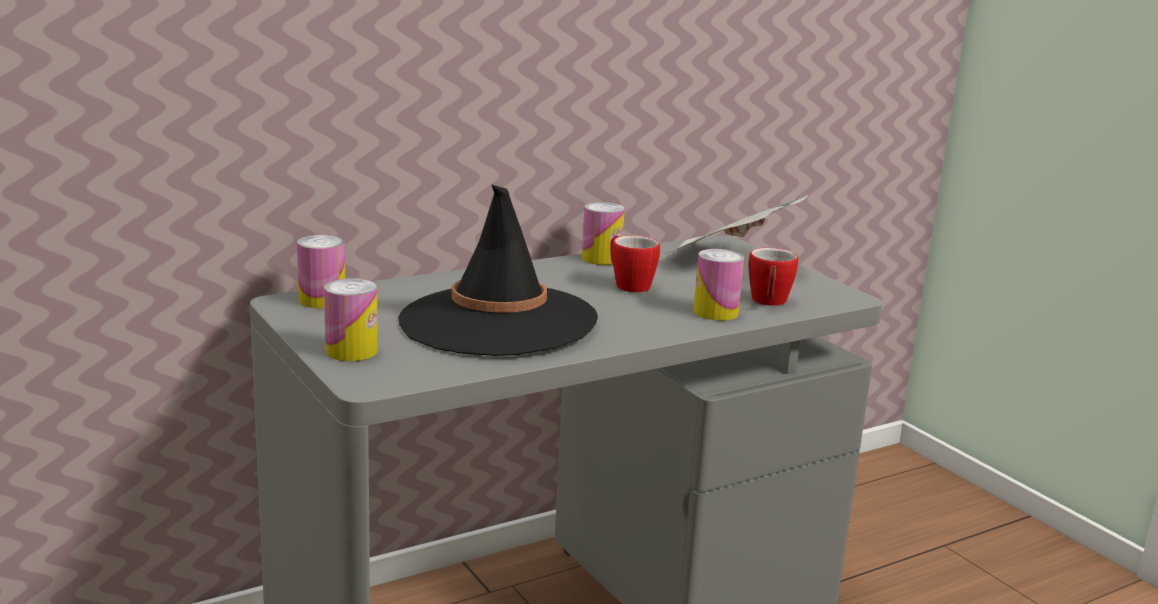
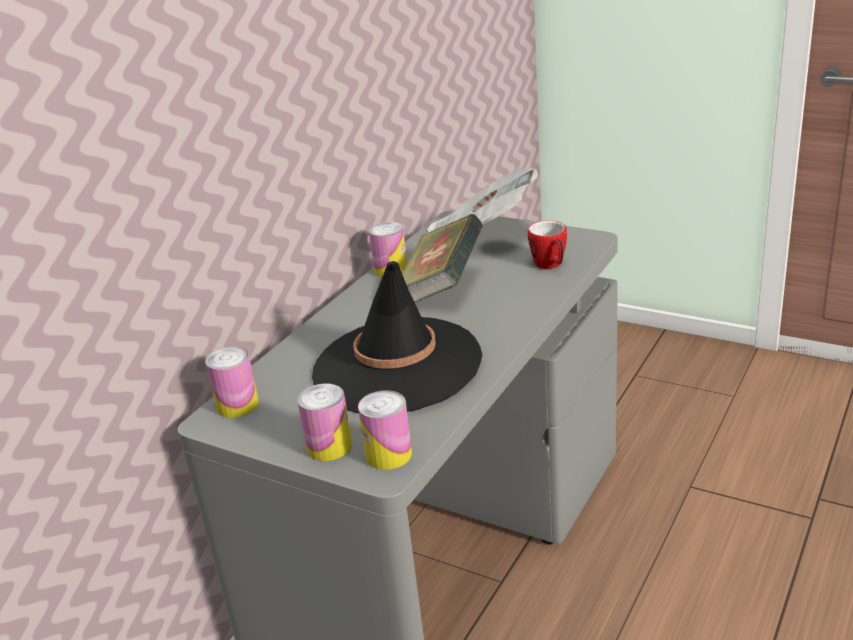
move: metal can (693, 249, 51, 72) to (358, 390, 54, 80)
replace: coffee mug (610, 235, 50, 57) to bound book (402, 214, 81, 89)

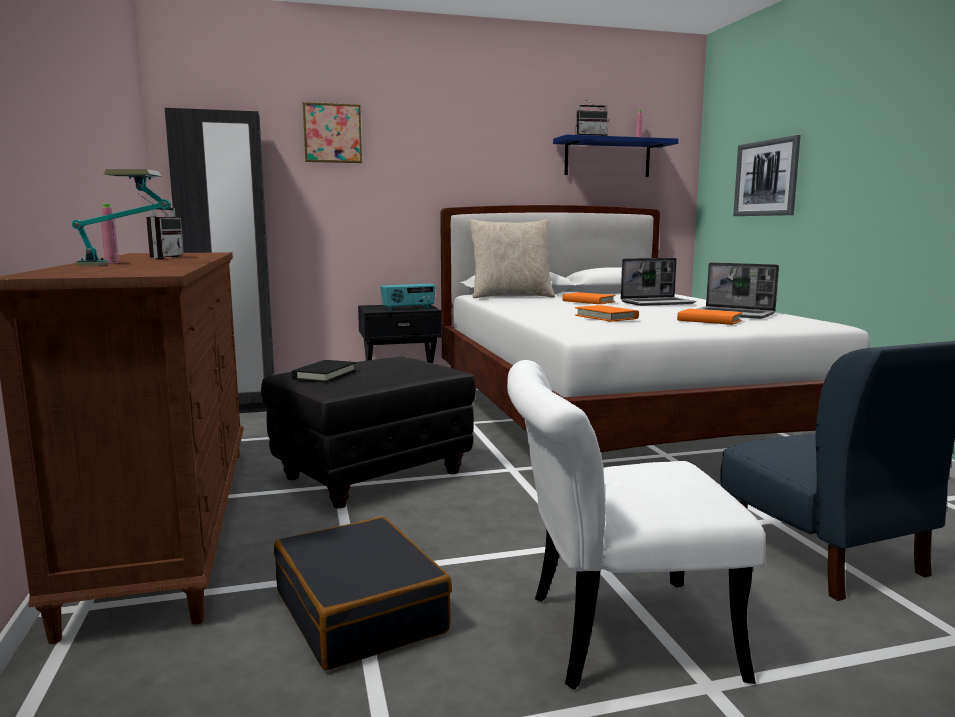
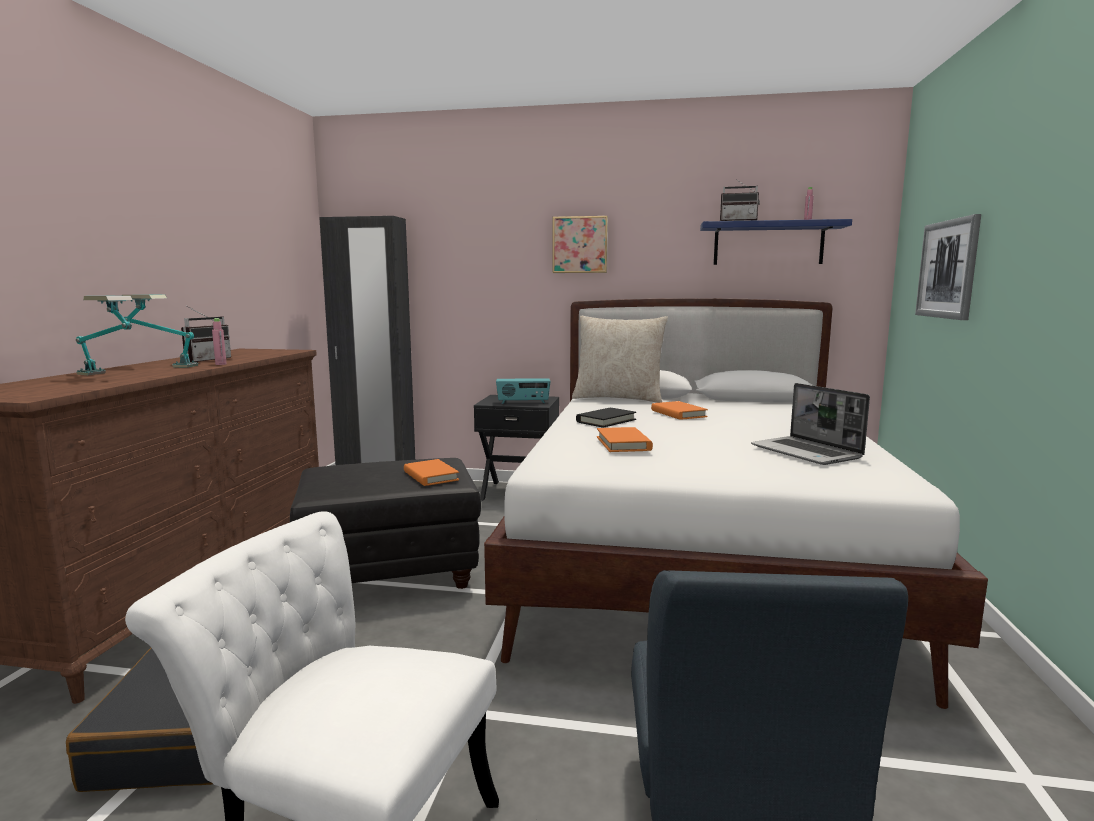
delete: notebook computer (621, 258, 75, 48)
insert: tabletop lamp (122, 295, 76, 73)
move: pinkish bottle (101, 204, 18, 59) to (212, 318, 15, 47); blackish bound book (291, 360, 66, 22) to (576, 408, 60, 20); wall picture (303, 102, 59, 61) to (552, 216, 56, 57); orange bound book (677, 309, 65, 16) to (404, 459, 55, 27)

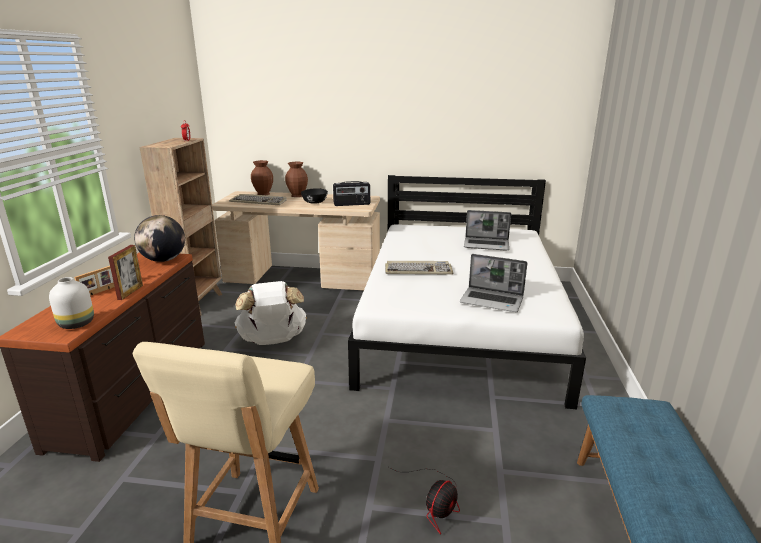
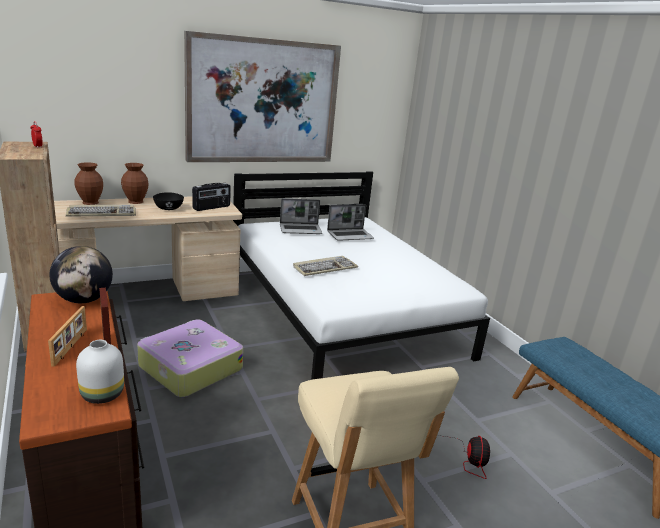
insert: wall picture (184, 31, 157, 131)
move: notebook computer (460, 254, 67, 58) to (280, 198, 42, 36)
replace: white knapsack (235, 281, 72, 64) to suitcase (137, 319, 106, 78)

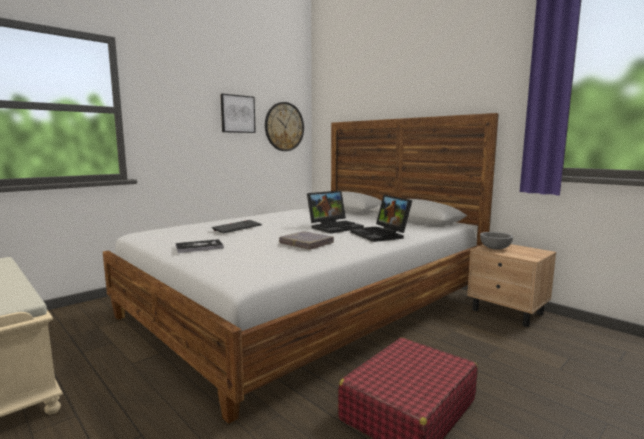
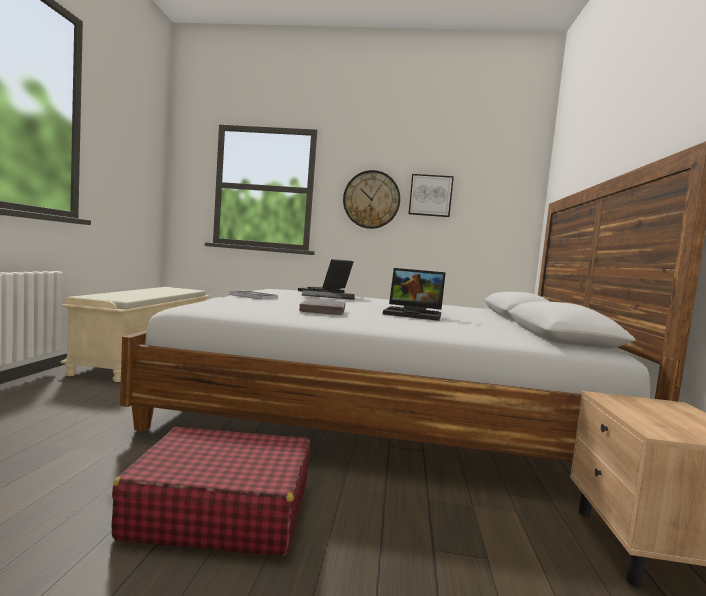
delete: greyish serving bowl (480, 232, 33, 18)
move: wall clock (265, 102, 39, 49) to (343, 170, 57, 59); notebook computer (351, 195, 61, 47) to (298, 259, 55, 34)

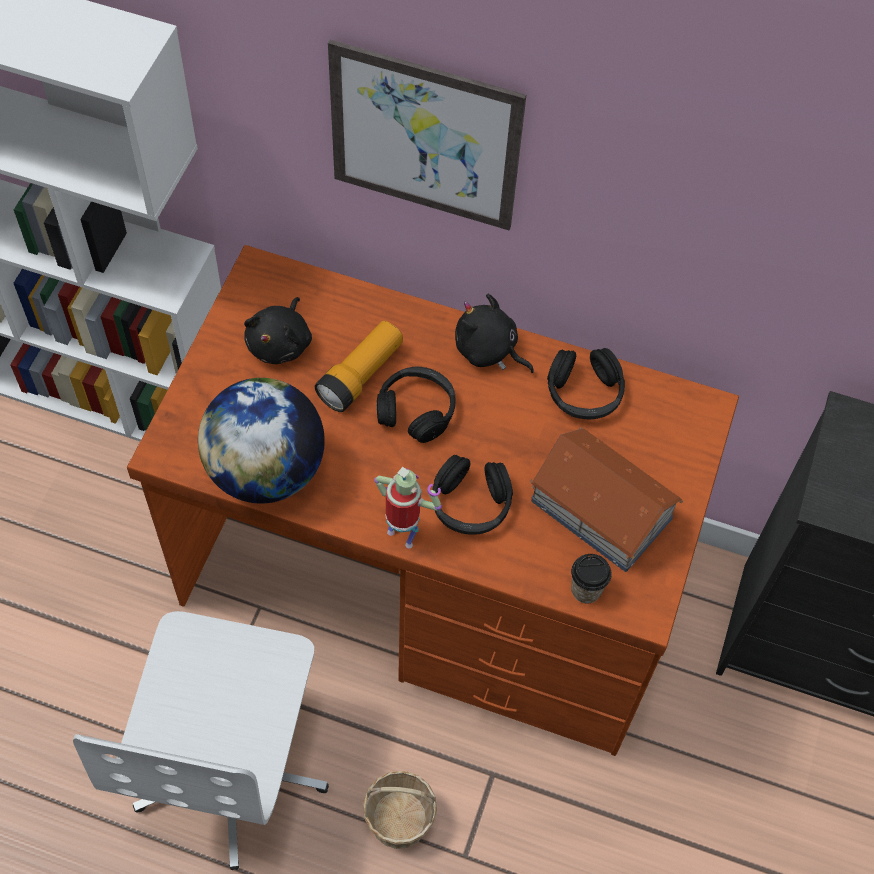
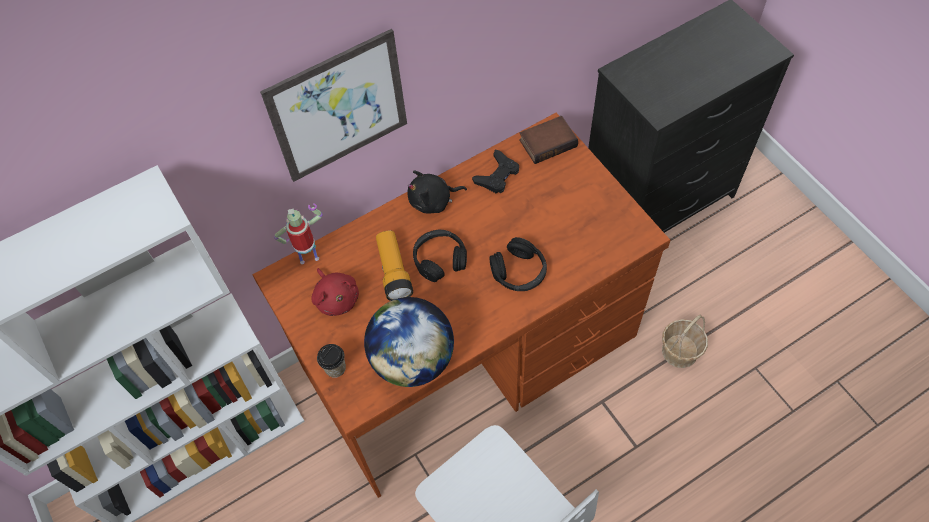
delete: miniature house (529, 427, 154, 145)
insert: bound book (519, 116, 59, 48)
move: basket (363, 771, 74, 78) to (662, 314, 46, 54); toy robot (374, 467, 68, 82) to (274, 204, 49, 60); small cup (571, 554, 41, 49) to (317, 344, 29, 34)
replace: blackish pair of headphones (547, 348, 78, 71) to blackish gamepad (472, 149, 47, 44)
recolor: blackish cuddly toy (244, 297, 68, 67) to red-coloured cuddly toy (311, 268, 48, 48)

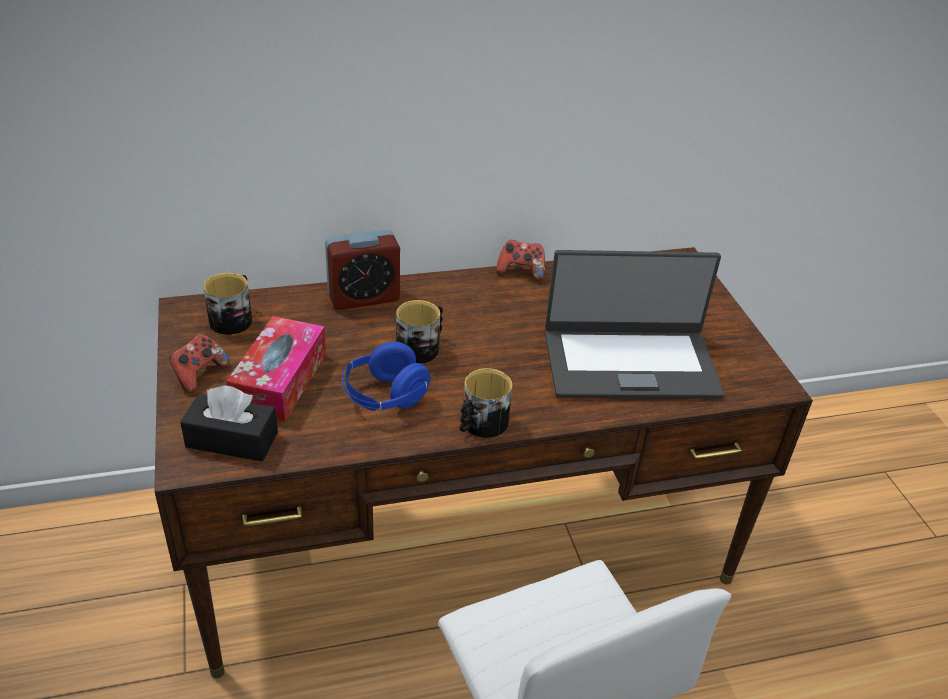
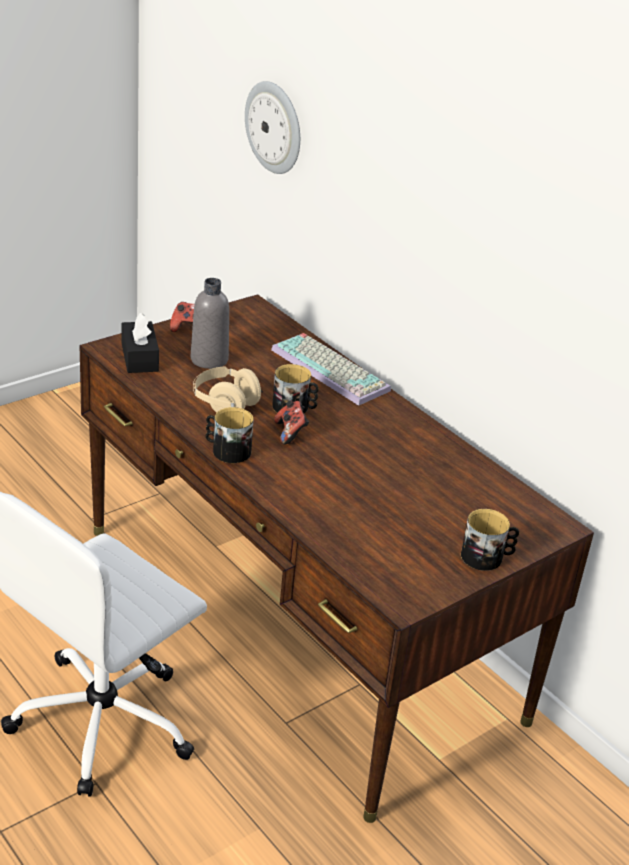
delete: notebook computer (545, 250, 180, 149)
insert: wall clock (245, 81, 55, 93)
move: coffee mug (203, 273, 49, 62) to (461, 509, 58, 62); gamepad (496, 240, 49, 41) to (274, 401, 35, 44)
replace: tissue holder (226, 316, 100, 106) to greyish bottle (191, 278, 38, 91); table clock (325, 229, 75, 81) to computer keyboard (271, 333, 120, 73)
recolor: blue pair of headphones (342, 342, 88, 69) to beige-coloured pair of headphones (193, 366, 70, 47)

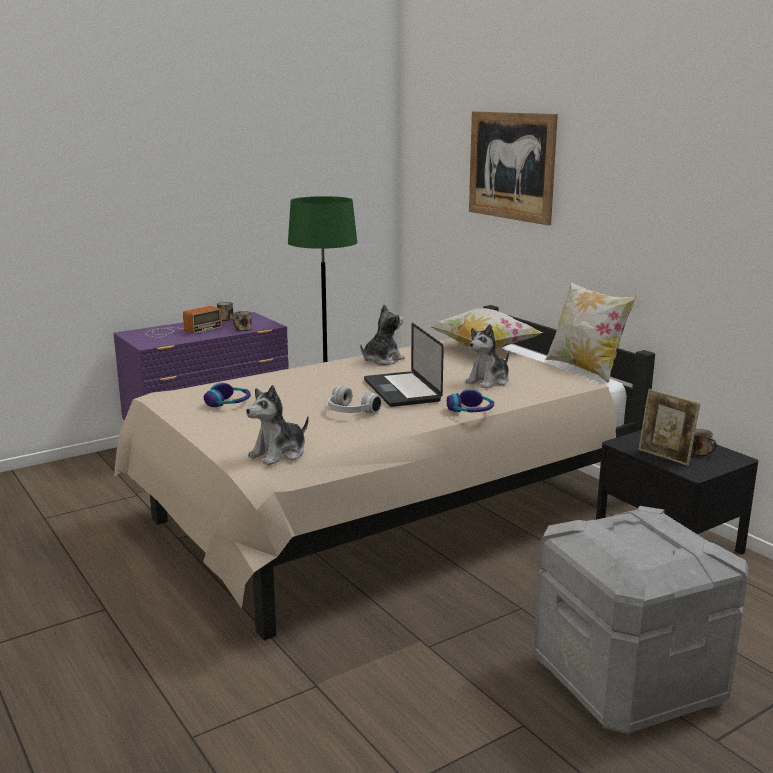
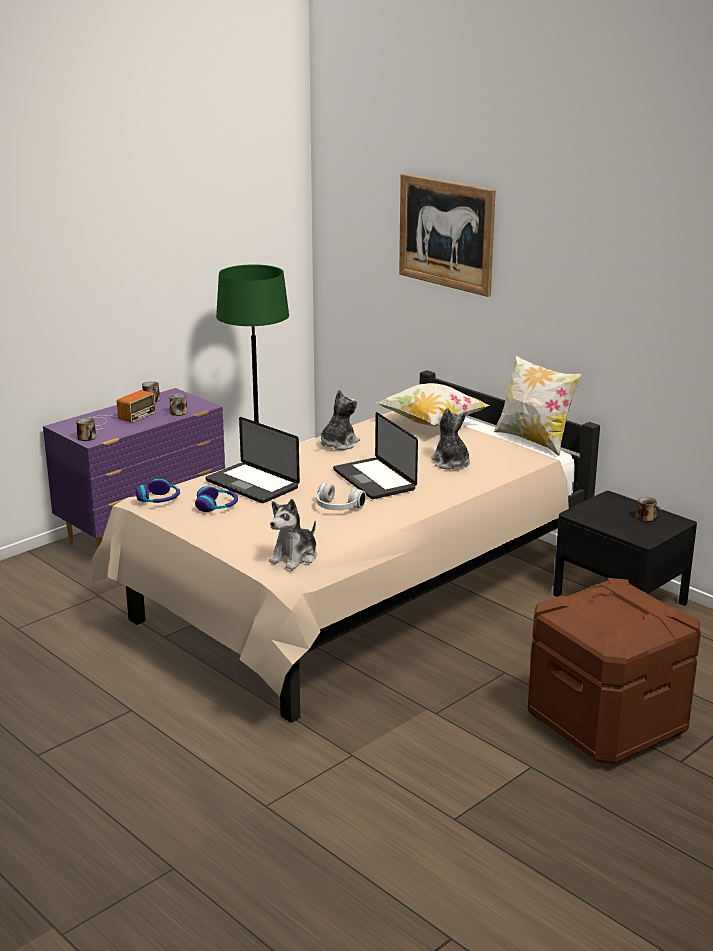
delete: standing frame (639, 389, 61, 77)
insert: coffee mug (76, 418, 20, 23); notebook computer (206, 417, 94, 86)
move: pair of headphones (447, 389, 47, 23) to (136, 478, 44, 25)
recolor: greyish storage box (533, 506, 215, 229) to brownish storage box (528, 578, 173, 186)
rotate: cuddly toy (465, 324, 44, 65) = (430, 408, 40, 62) 120 degrees clockwise

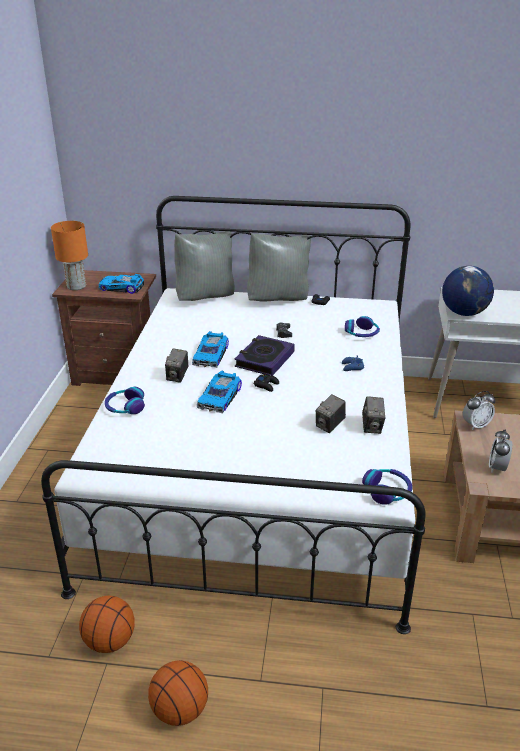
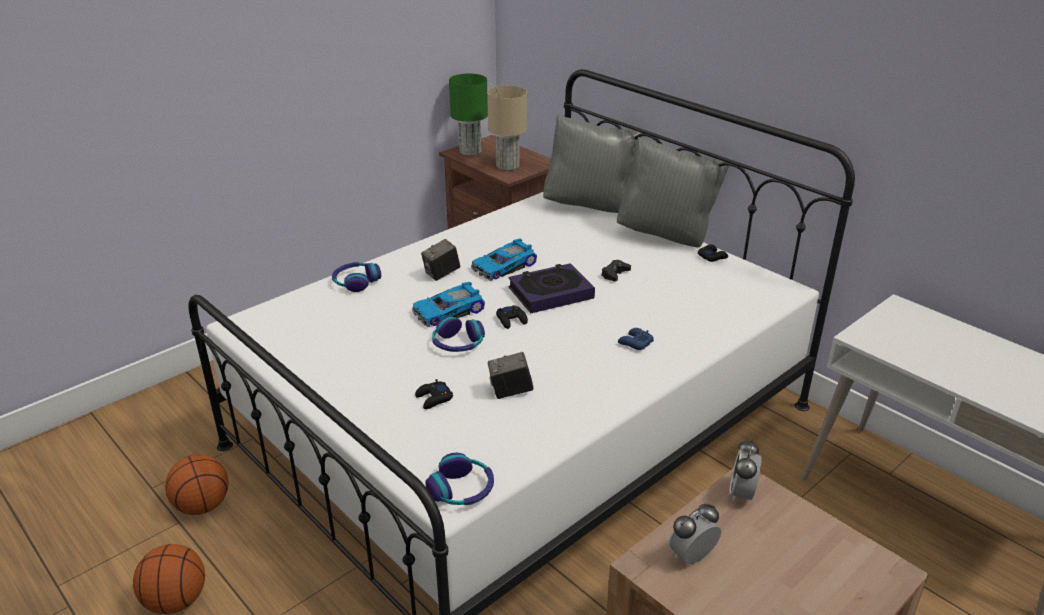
delete: photo camera (362, 396, 24, 38); world globe (442, 266, 52, 50)
insert: blackish gamepad (415, 379, 38, 30)
move: pair of headphones (345, 316, 35, 21) to (432, 317, 53, 35)
replace: toy car (98, 274, 46, 20) to beige-coloured tabletop lamp (487, 86, 40, 85)
recolor: orange tabletop lamp (51, 221, 37, 69) to greenish tabletop lamp (449, 74, 39, 82)
rotate: table clock (463, 391, 32, 39) = (729, 439, 33, 63) 90 degrees clockwise

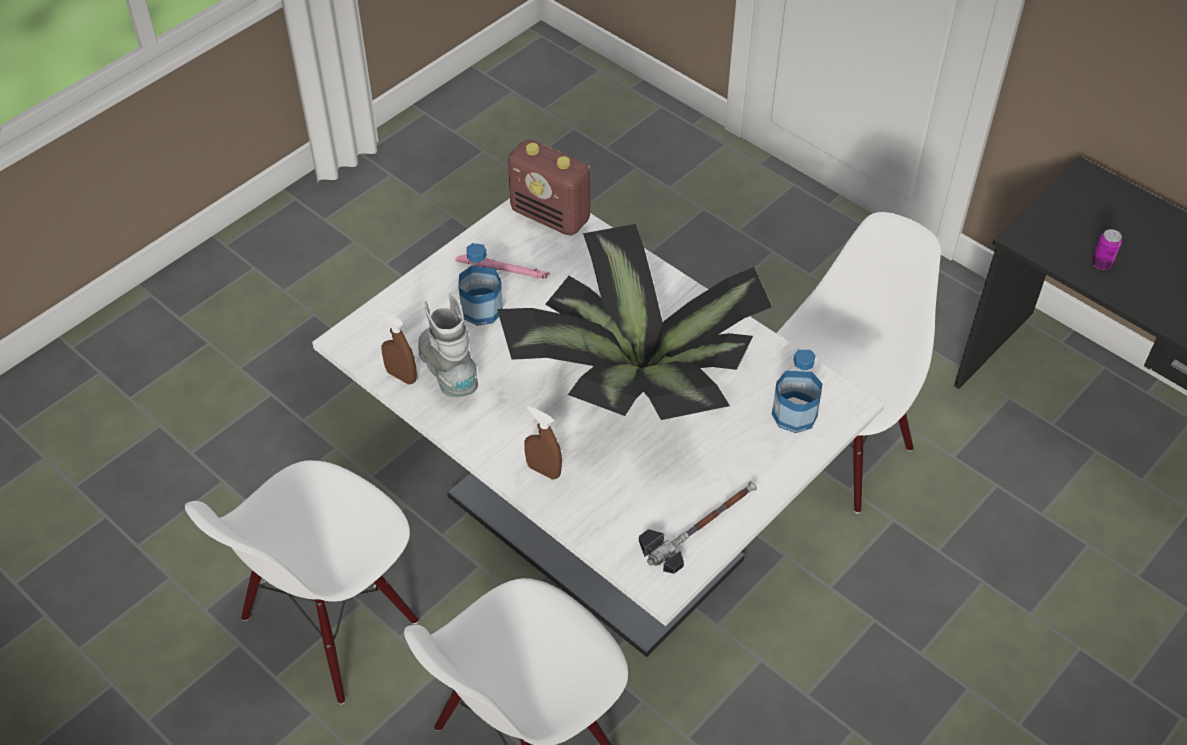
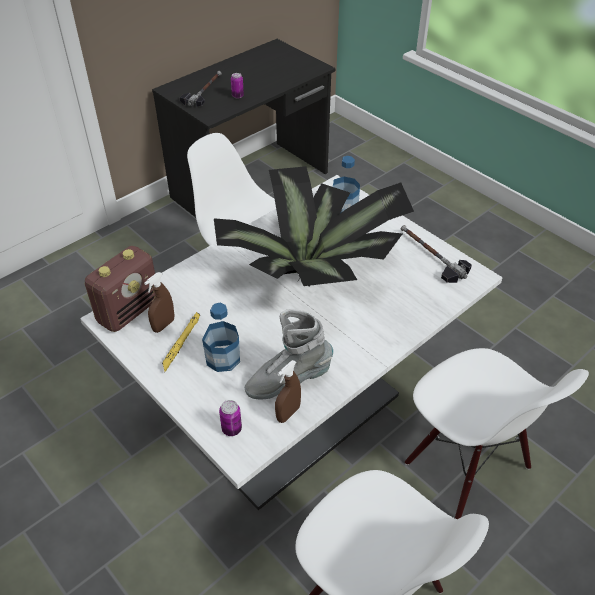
insert: hand hammer (179, 71, 43, 36); metal can (219, 400, 23, 36)
move: brownish spray bottle (524, 406, 38, 74) to (144, 272, 30, 61)
recolor: pinkish torch (455, 254, 95, 24) to yellow torch (162, 312, 38, 60)

